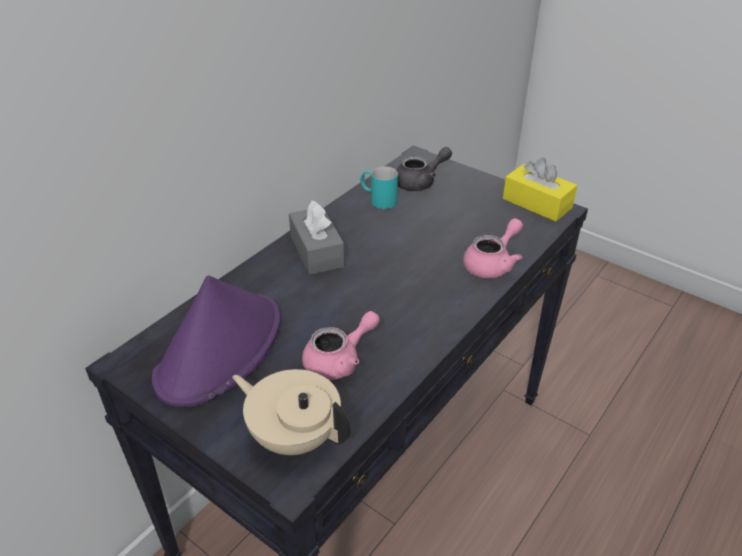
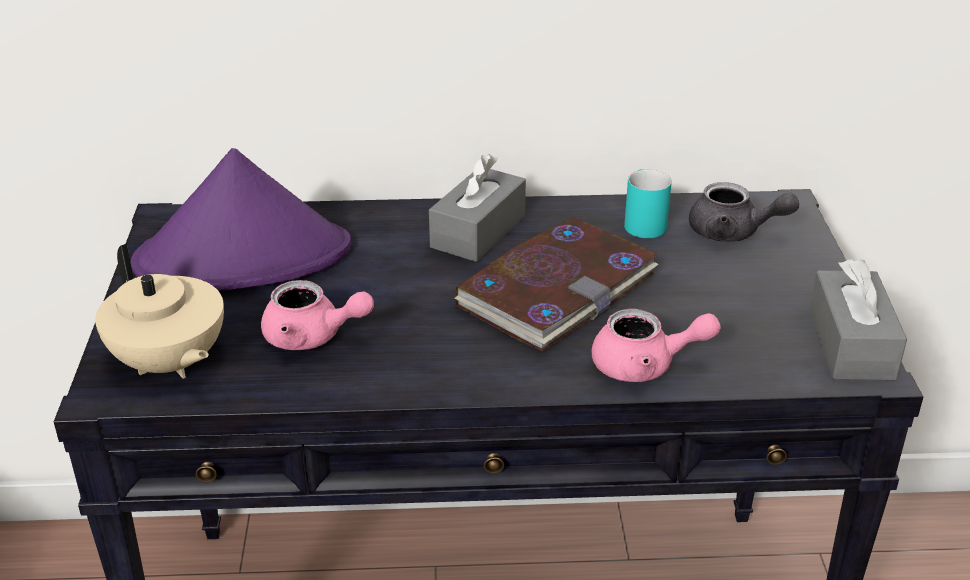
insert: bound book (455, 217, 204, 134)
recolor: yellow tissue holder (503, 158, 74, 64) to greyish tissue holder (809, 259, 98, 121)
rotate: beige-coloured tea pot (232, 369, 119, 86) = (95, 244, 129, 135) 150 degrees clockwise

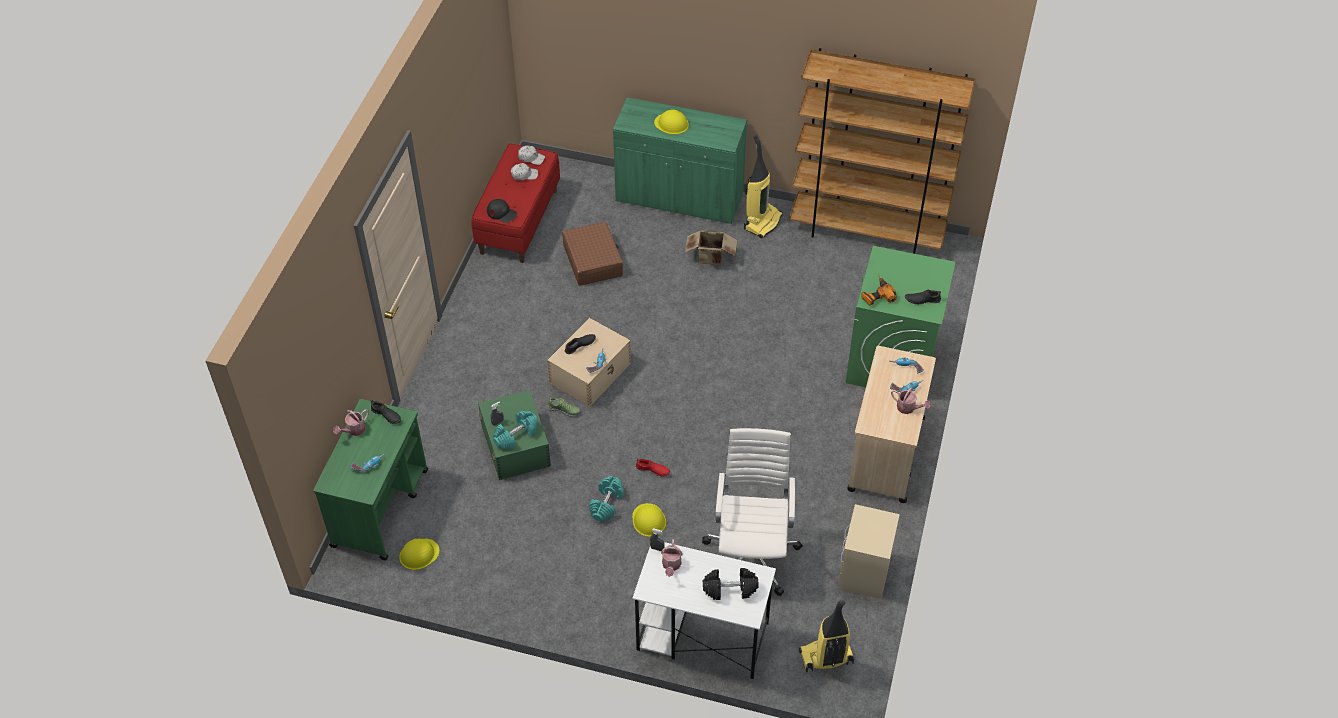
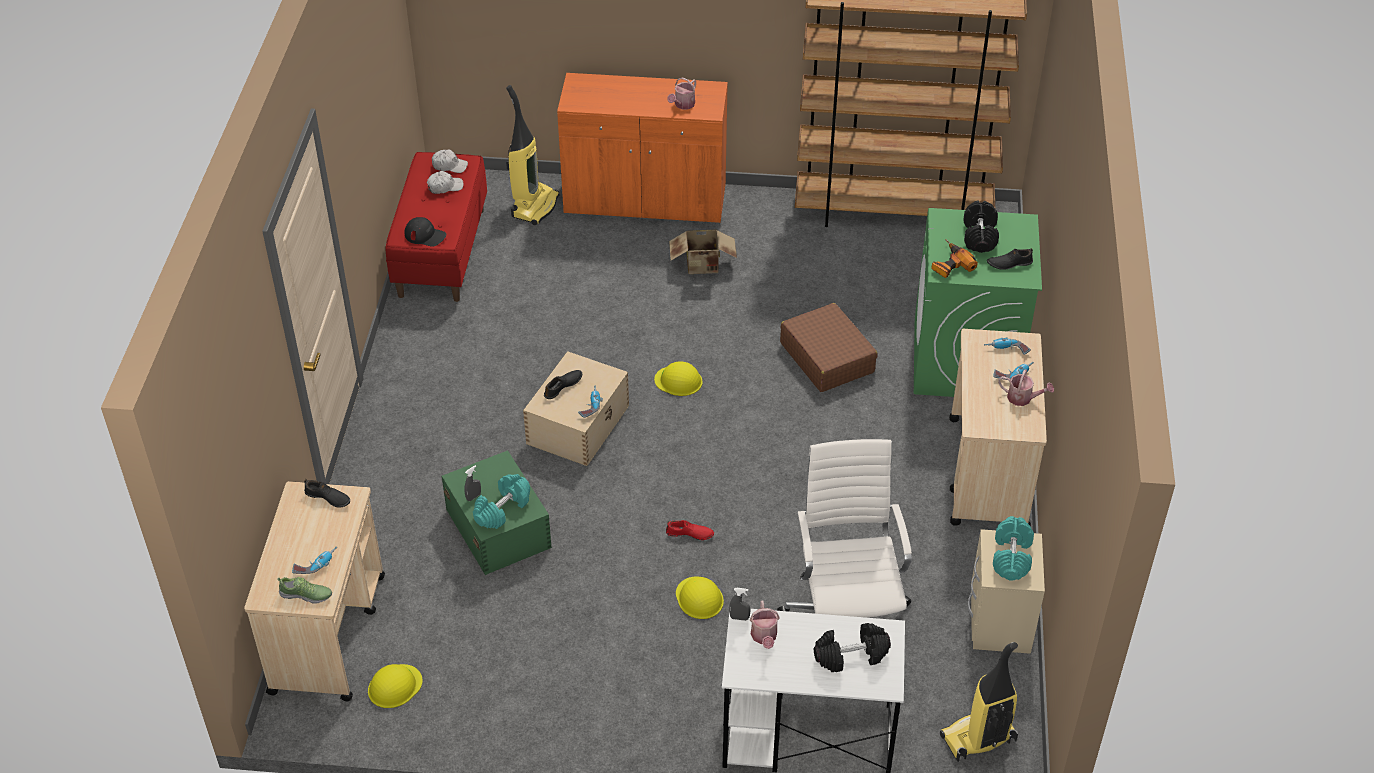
insert: blackish dumbbell (964, 201, 35, 52)
move: watering can (333, 409, 36, 27) to (667, 77, 29, 33); low shoe (548, 397, 33, 19) to (277, 577, 55, 26); brownish suitcase (562, 222, 61, 64) to (780, 303, 97, 89); turquoise-coloured dumbbell (589, 476, 35, 45) to (993, 516, 41, 65); yellow safety helmet (654, 110, 35, 25) to (654, 362, 49, 34); vacuum (744, 134, 39, 104) to (506, 85, 54, 140)
recolor: greenish wheeled cart (313, 399, 115, 161) to beige-coloured wheeled cart (244, 481, 141, 220); greenish storage cabinet (613, 97, 134, 127) to orange storage cabinet (557, 73, 171, 150)

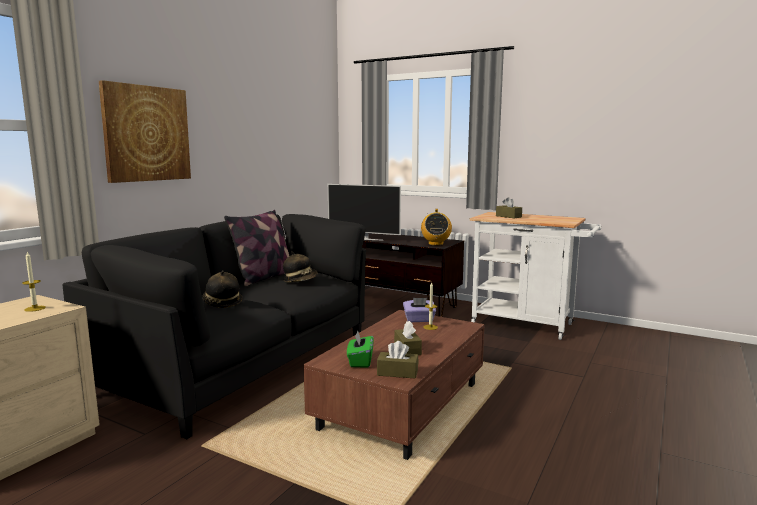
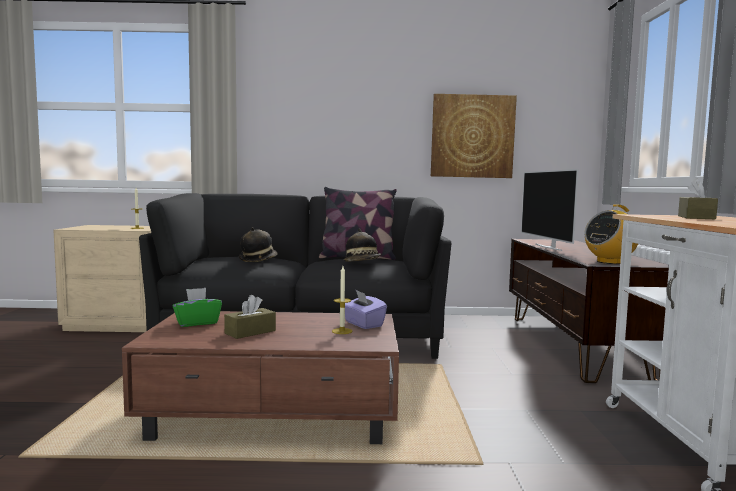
delete: brownish tissue holder (377, 341, 42, 38)
move: wall picture (99, 80, 92, 103) to (431, 94, 86, 84)

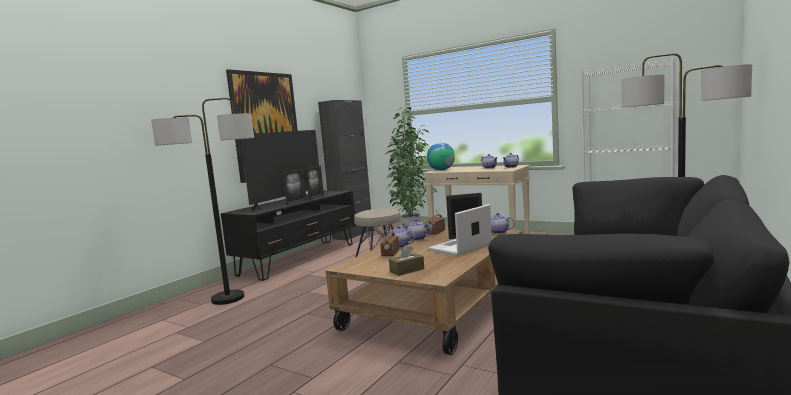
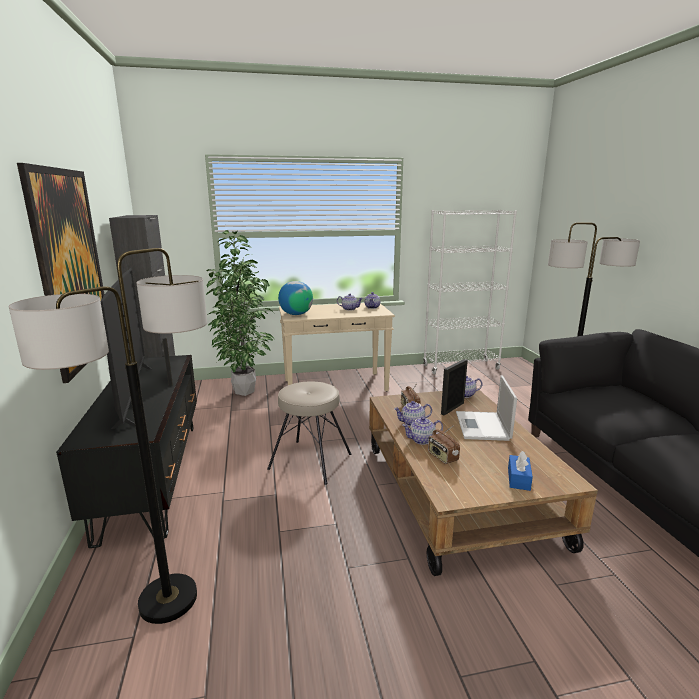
delete: standing frame (283, 169, 24, 36)
recolor: brownish tissue holder (389, 245, 35, 31) to blue tissue holder (508, 451, 25, 40)

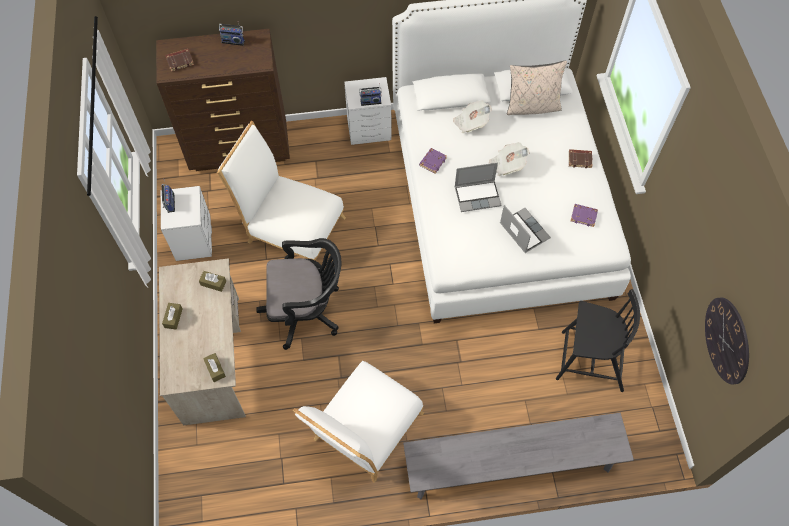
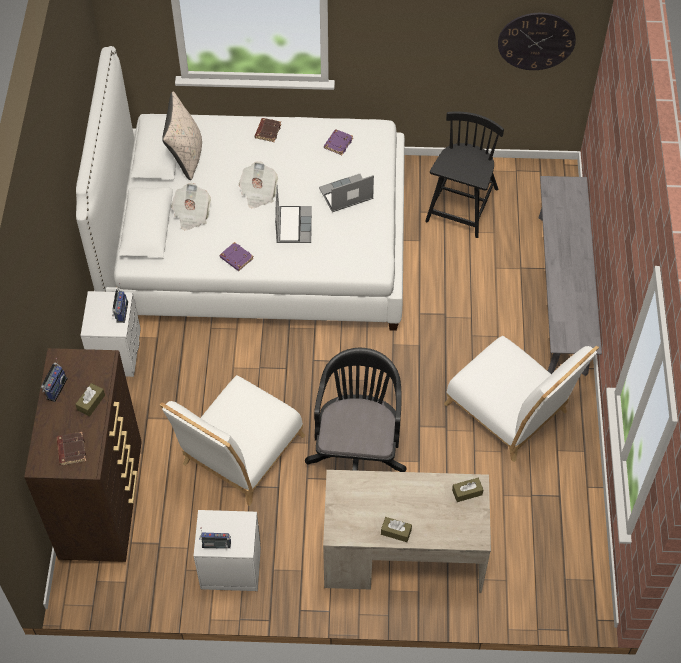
move: brownish tissue holder (199, 271, 27, 21) to (75, 383, 30, 33)

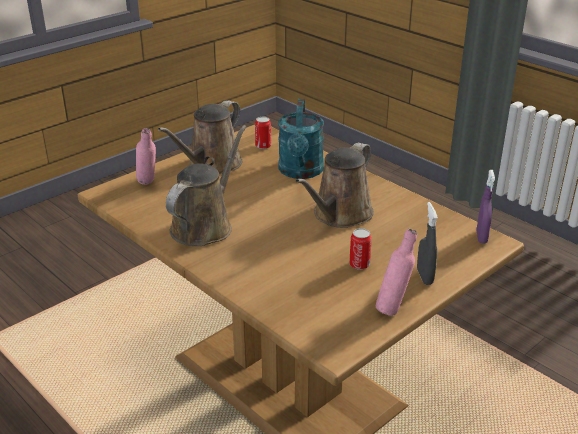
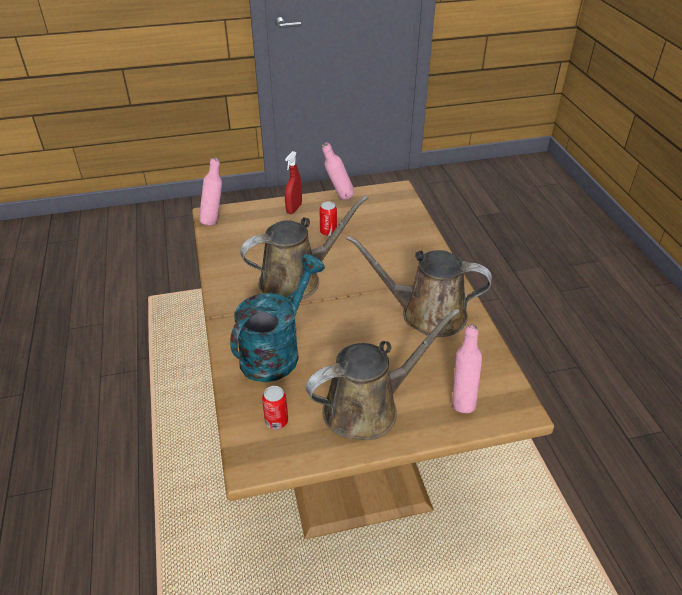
replace: purple spray bottle (477, 170, 18, 74) to pinkish bottle (199, 157, 23, 69)
recolor: greyish spray bottle (417, 202, 21, 83) to red-coloured spray bottle (285, 151, 17, 63)
rotate: brownish watering can (166, 125, 80, 121) = (346, 235, 146, 102) 45 degrees clockwise

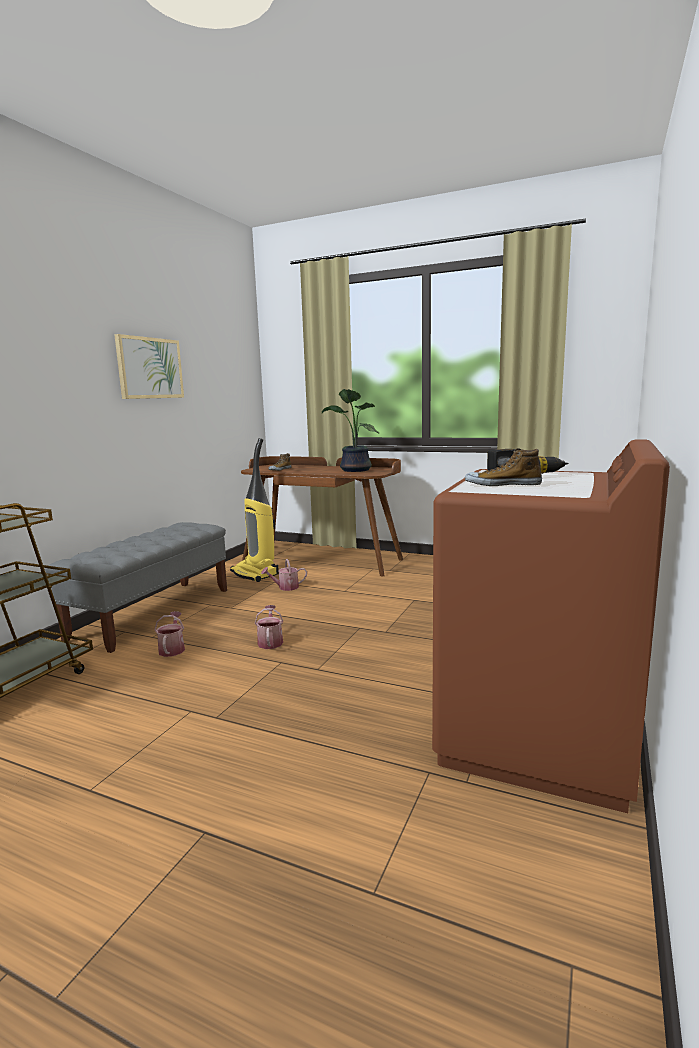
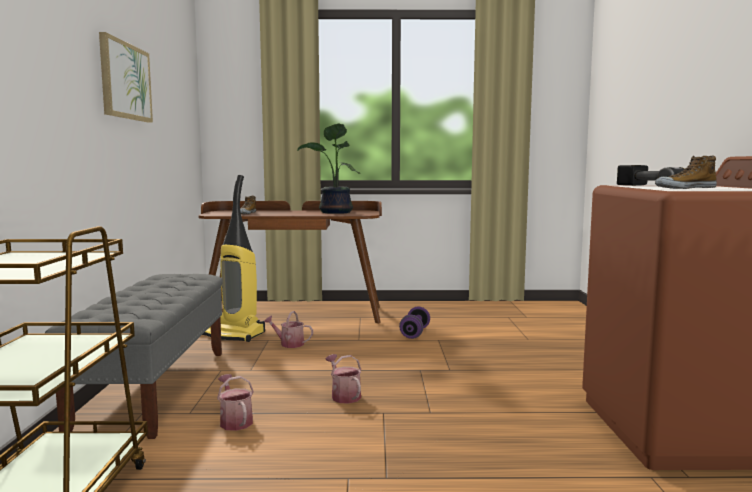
insert: purple dumbbell (399, 306, 31, 33)
rotate: watering can (261, 559, 46, 32) = (264, 311, 49, 37) 60 degrees clockwise

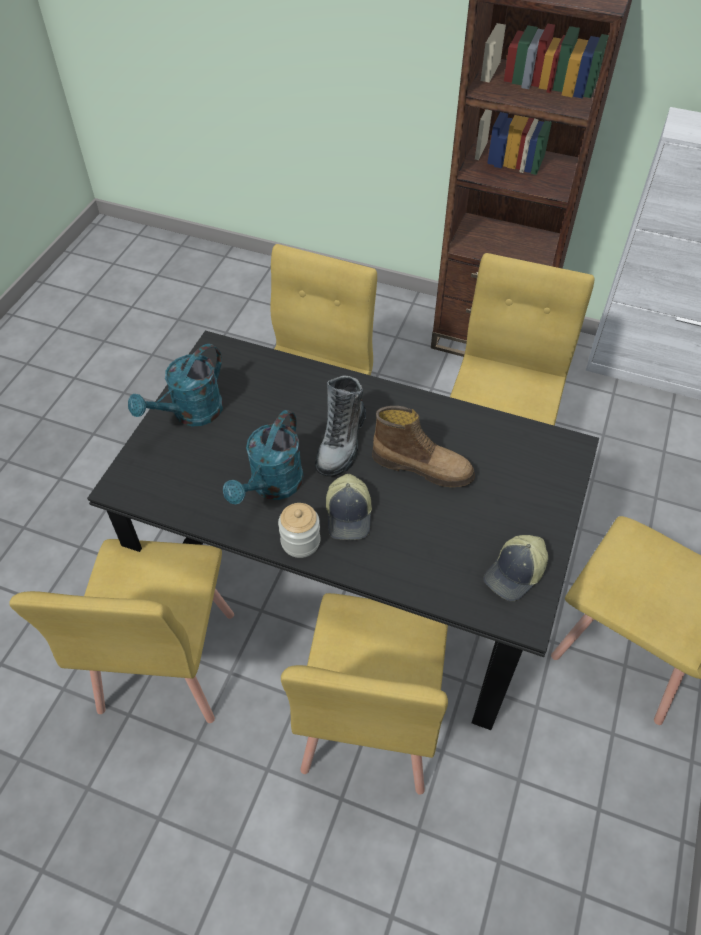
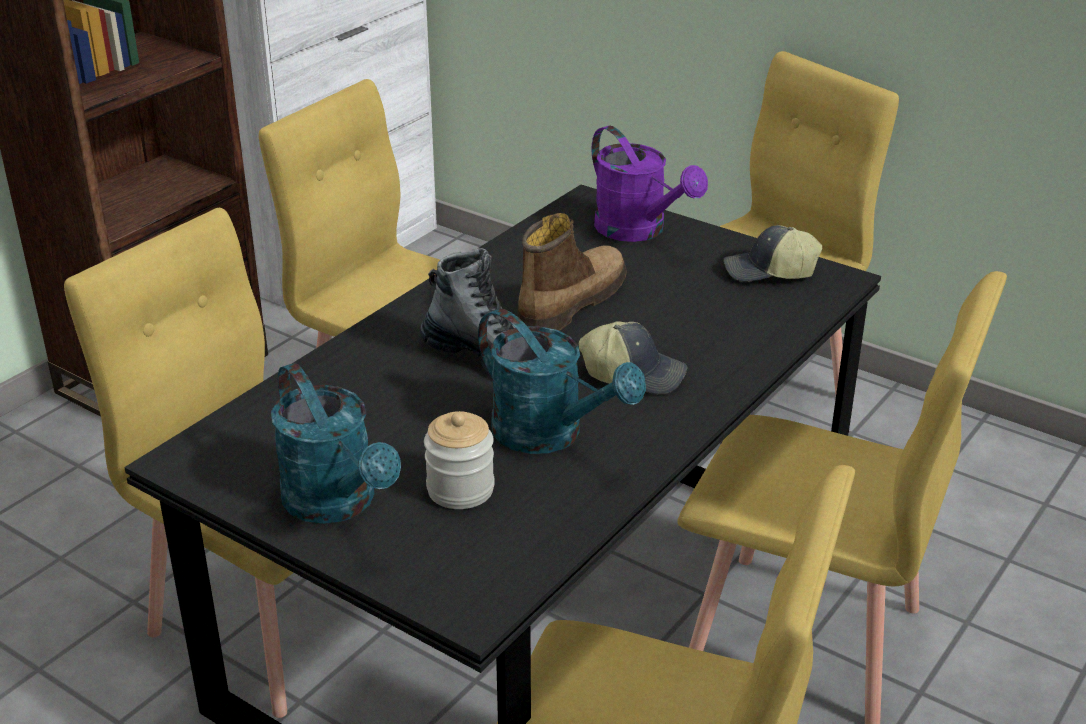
insert: purple watering can (591, 125, 117, 117)
move: preserve jar (278, 503, 42, 55) to (424, 411, 71, 98)
rotate: baseball cap (483, 535, 65, 66) = (724, 225, 98, 57) 120 degrees clockwise

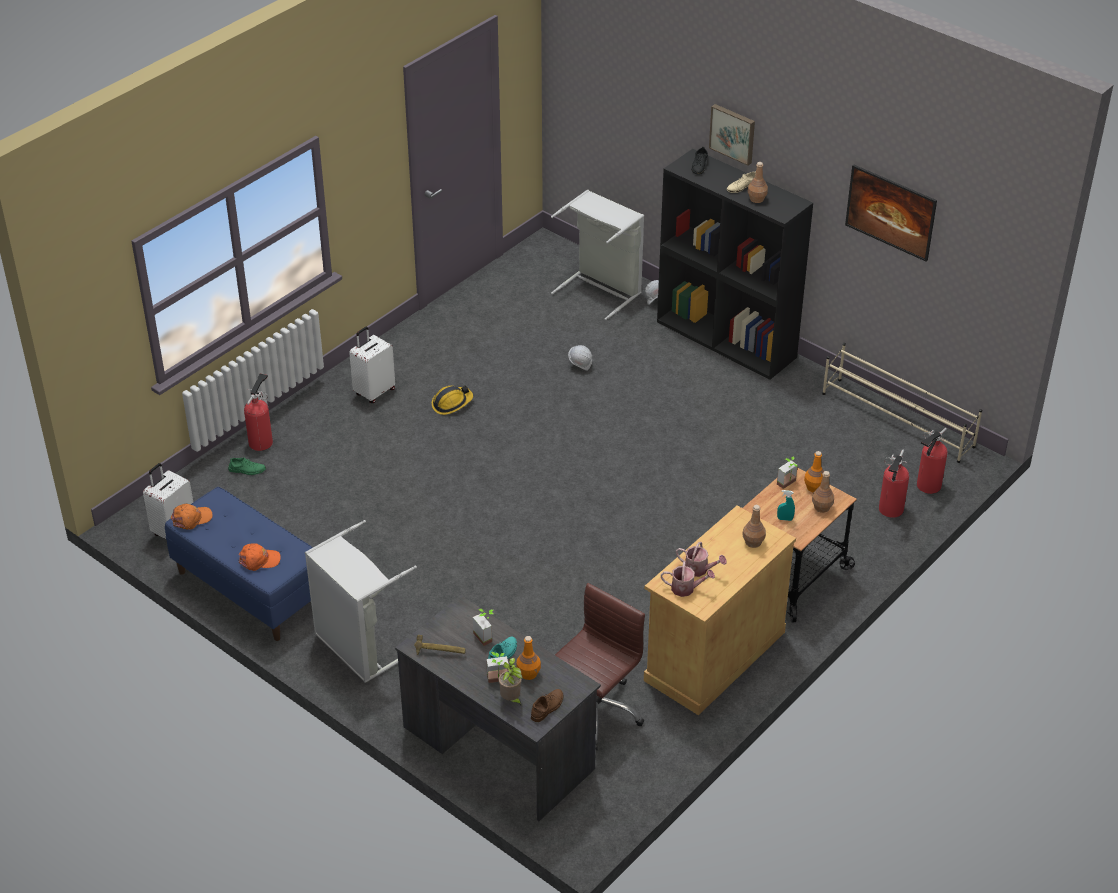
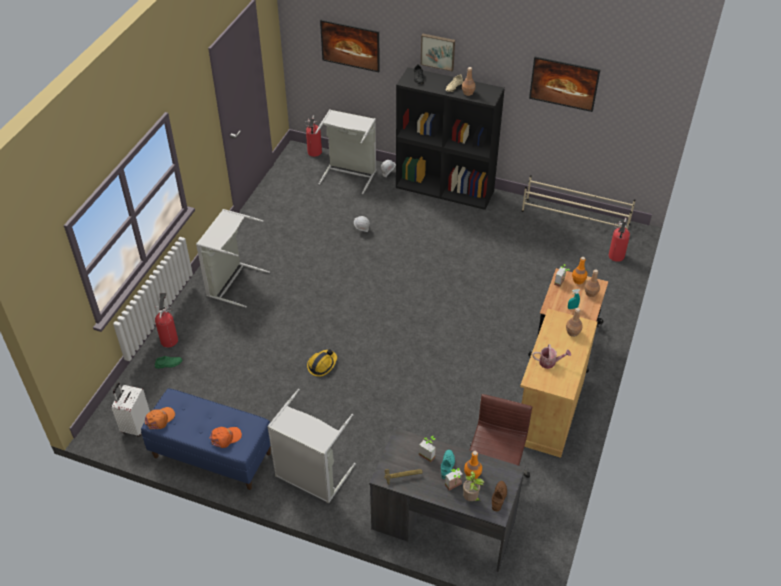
delete: watering can (661, 561, 54, 36)
insert: wall picture (320, 20, 60, 52)
move: safety helmet (432, 385, 41, 30) to (307, 349, 30, 28); fire-fighting cylinder (879, 450, 30, 68) to (304, 115, 18, 42)
replace: white suitcase (349, 327, 46, 76) to greyish laundry basket (196, 209, 74, 99)

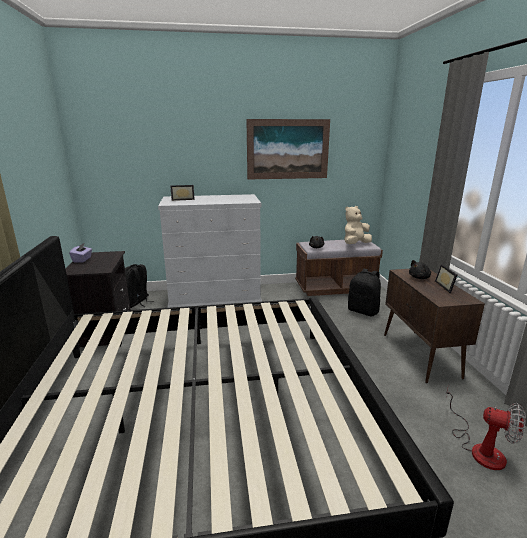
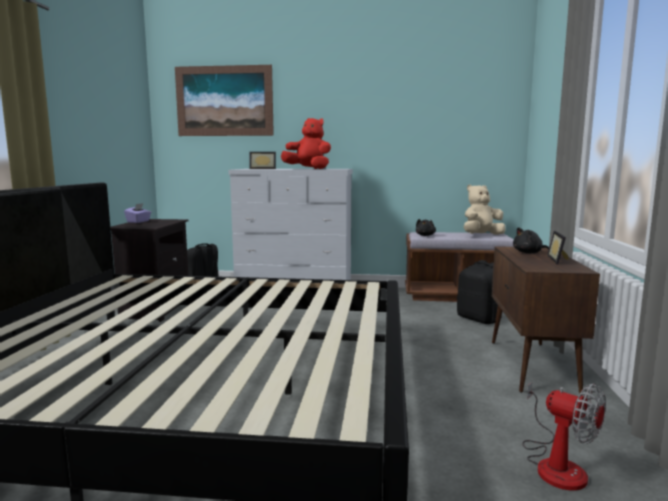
insert: red-coloured cuddly toy (281, 118, 50, 51)
move: wall picture (246, 119, 84, 61) to (175, 65, 99, 71)

